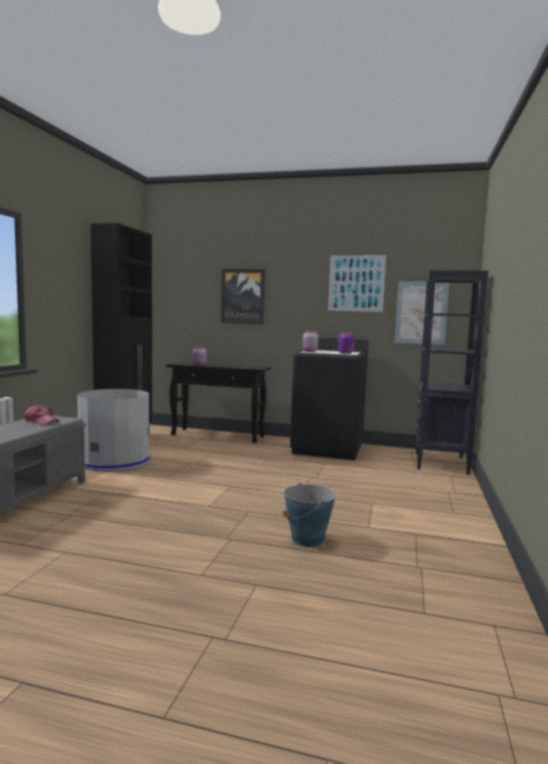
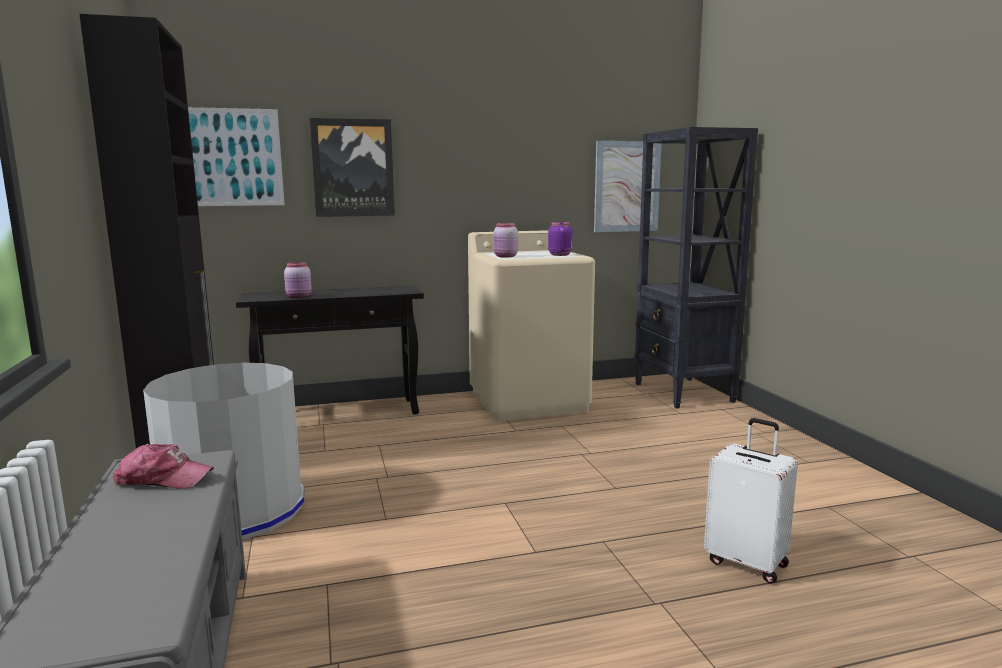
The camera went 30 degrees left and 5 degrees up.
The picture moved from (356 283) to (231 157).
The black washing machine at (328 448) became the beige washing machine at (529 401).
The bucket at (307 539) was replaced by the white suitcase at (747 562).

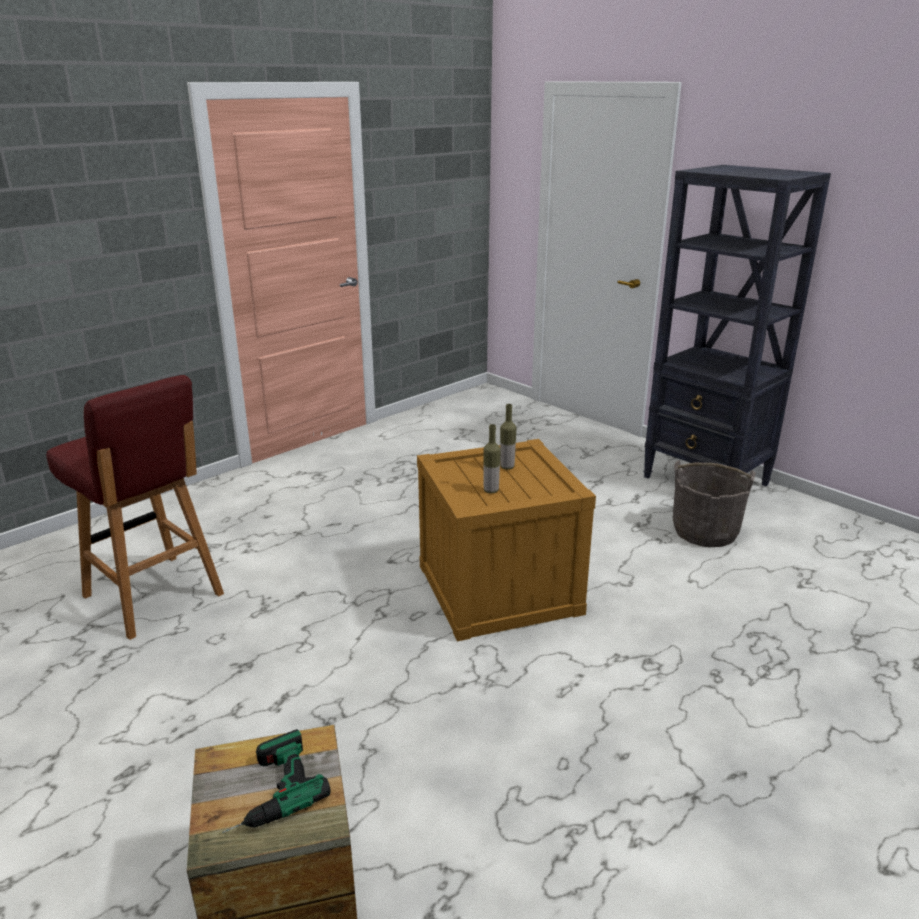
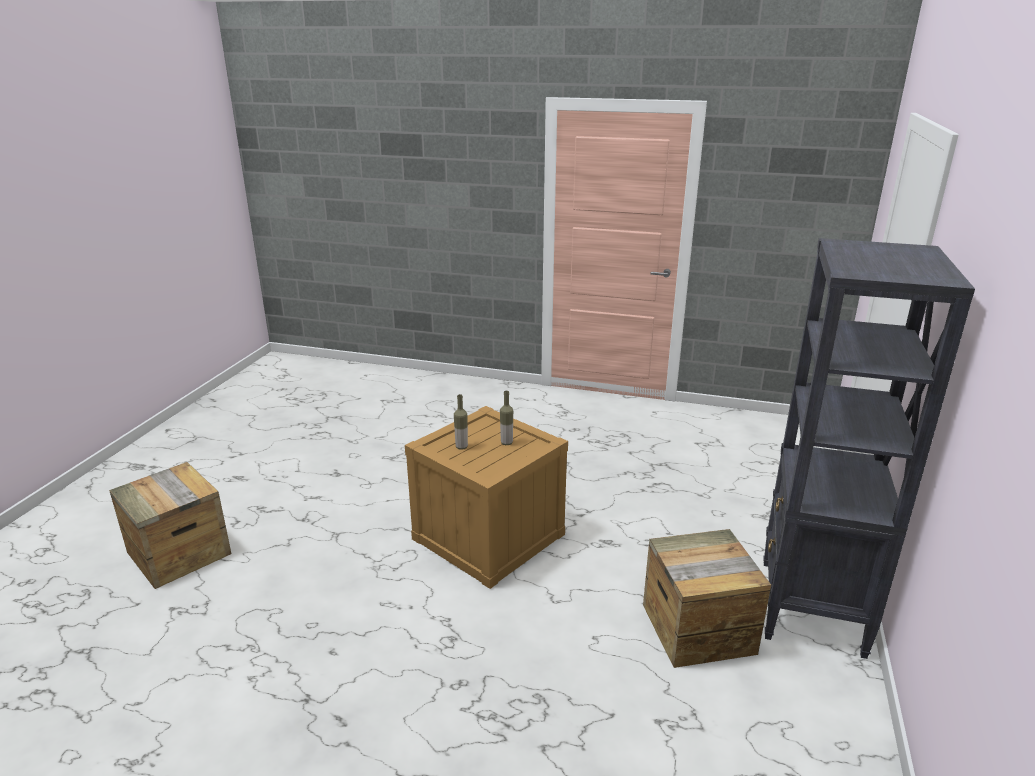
The camera went 60 degrees right and 0 degrees up.
The grey bucket at (705 531) was replaced by the crate at (698 629).
The red stool at (154 597) disappeared.
The power drill at (267 791) disappeared.

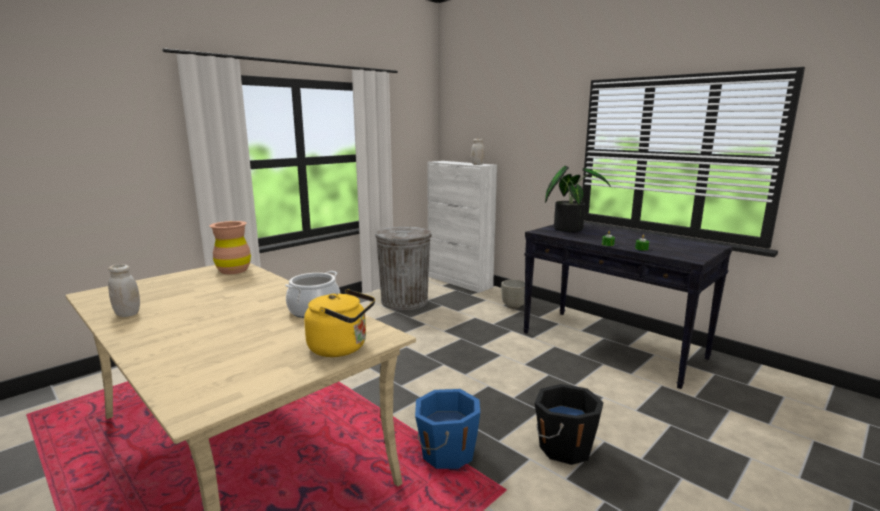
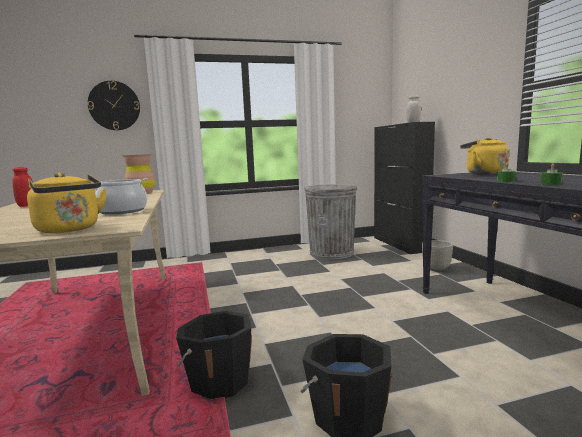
The camera went 30 degrees right and 5 degrees down.
The white jar at (127 314) became the red jar at (26 205).
The wall clock at (114 105) appeared.
The blue bucket at (446 453) became the black bucket at (218 381).
The white cabinet at (459 282) became the black cabinet at (400 244).
The potted plant at (569 228) was replaced by the yellow kettle at (483 174).

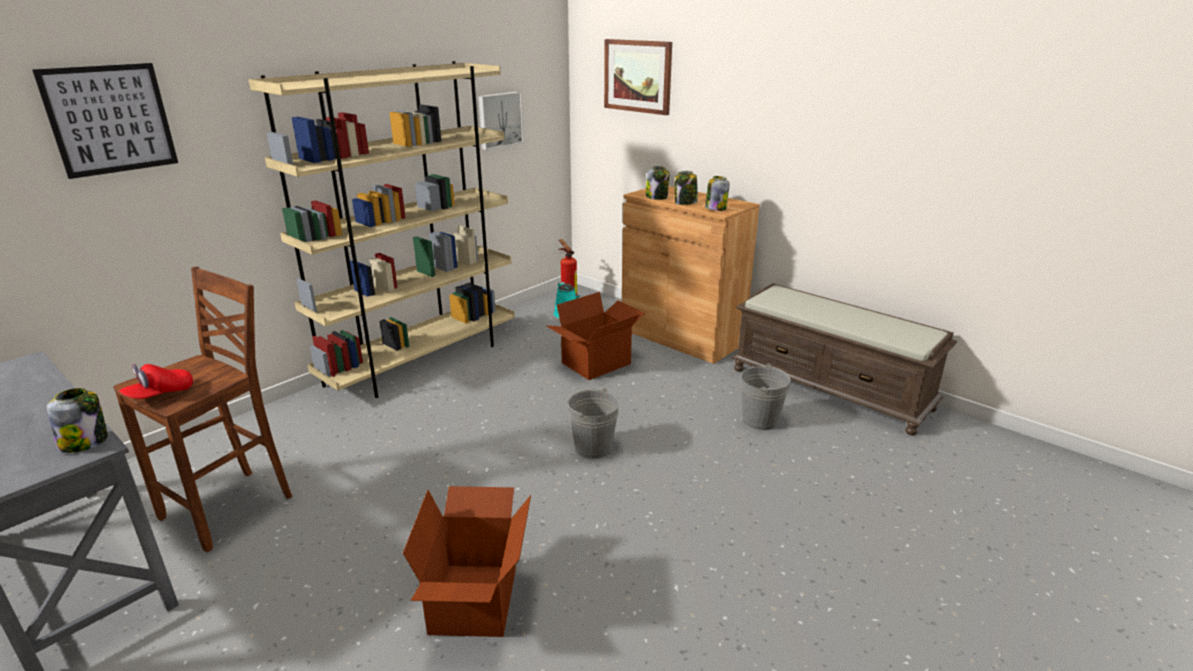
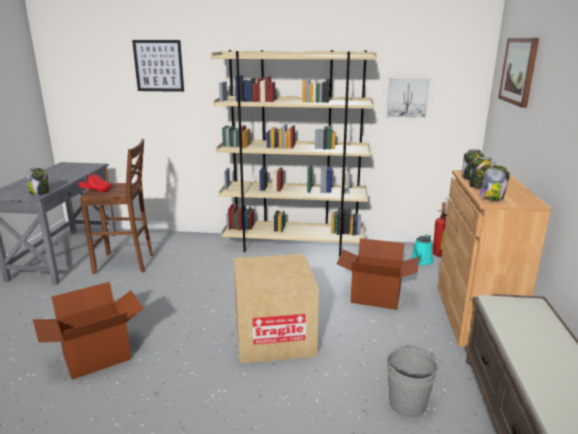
The camera went 55 degrees right and 5 degrees down.
The grey bucket at (593 447) was replaced by the cardboard box at (274 337).

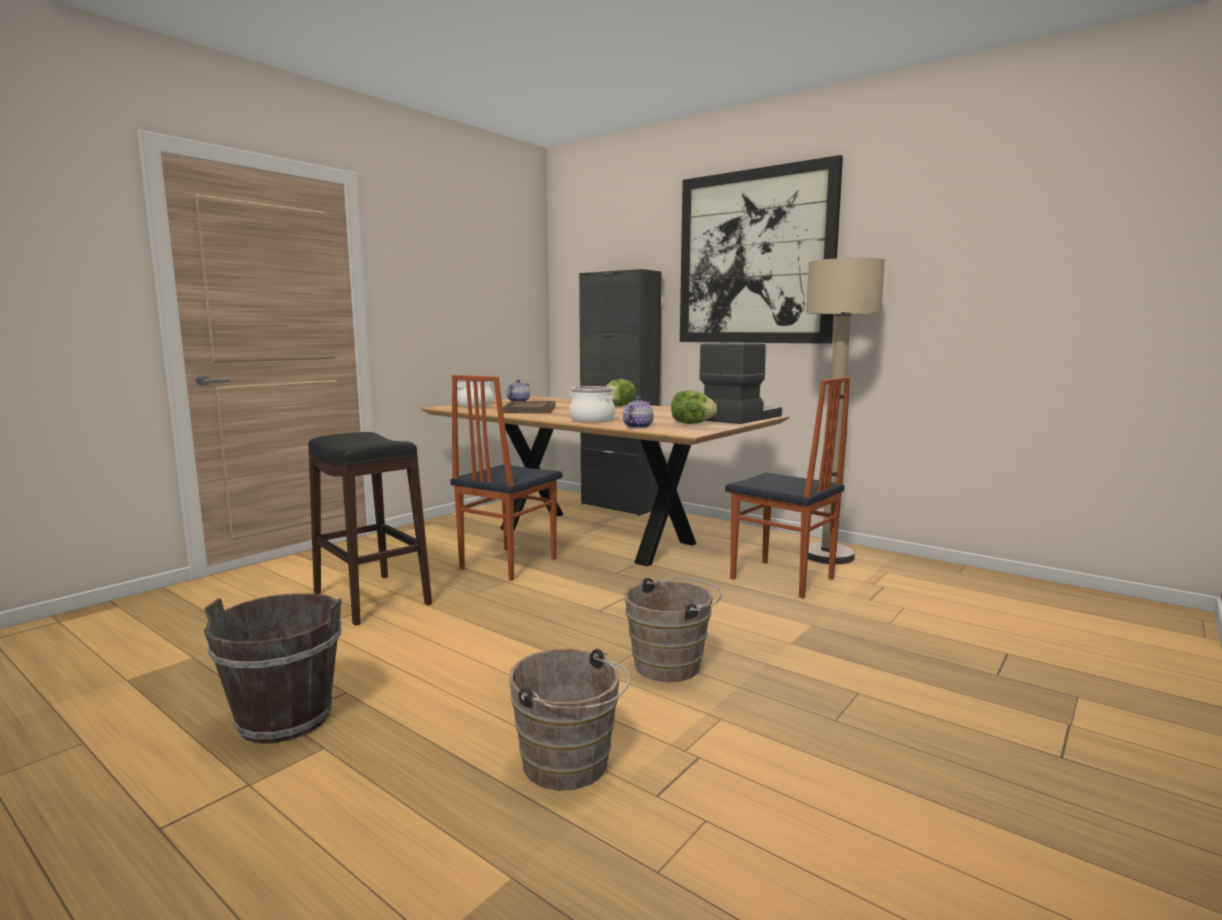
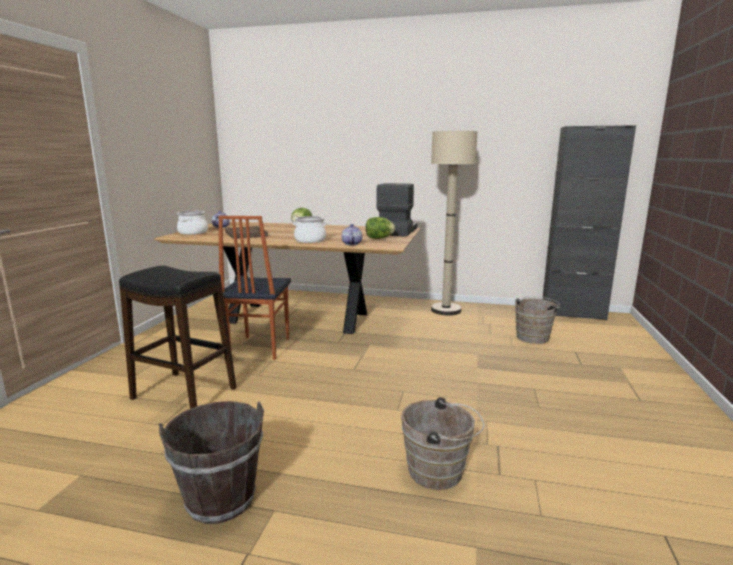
The camera went 25 degrees left and 5 degrees up.
The brown bucket moved from (672 665) to (533 337).
The black cabinet moved from (619 506) to (573 313).
The picture at (755 257) disappeared.
The chair at (782 579) disappeared.

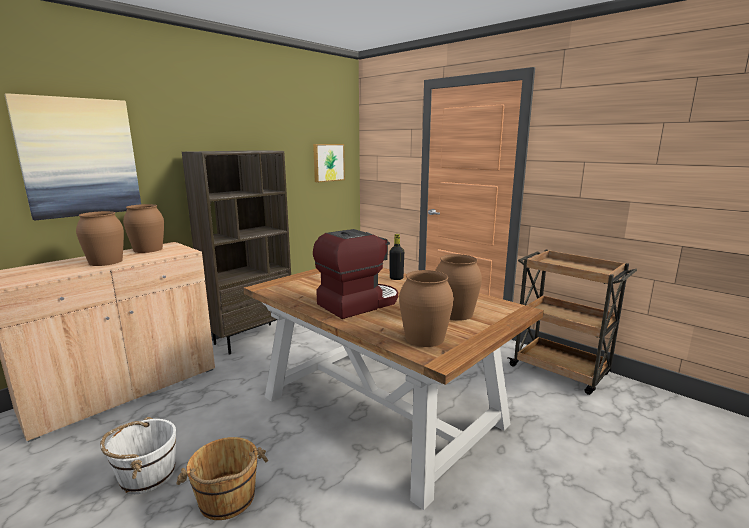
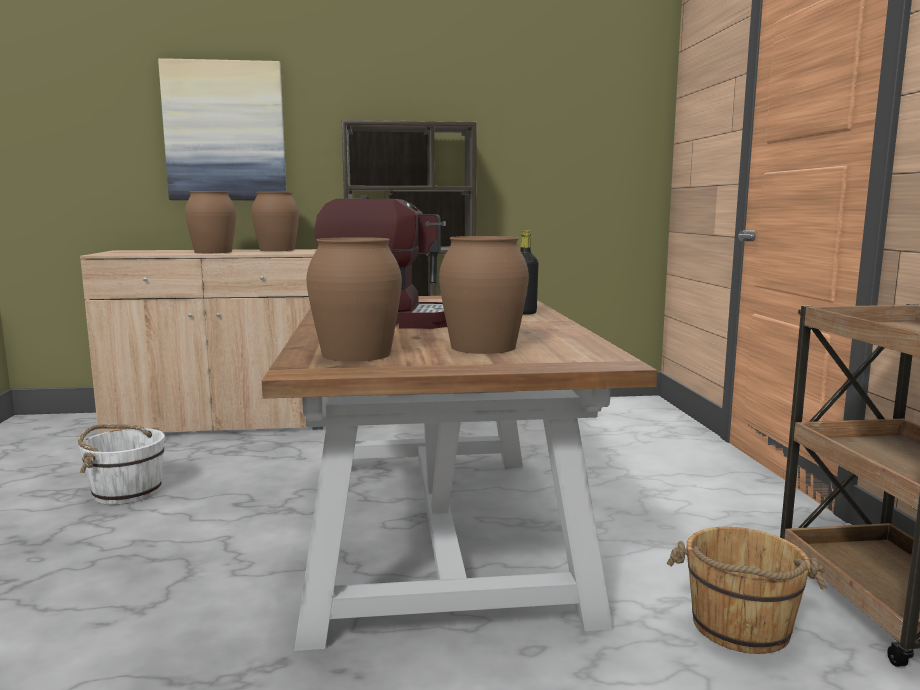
The camera went 40 degrees right and 5 degrees down.
The brown bucket moved from (227 499) to (740 627).
The picture at (328 162) disappeared.

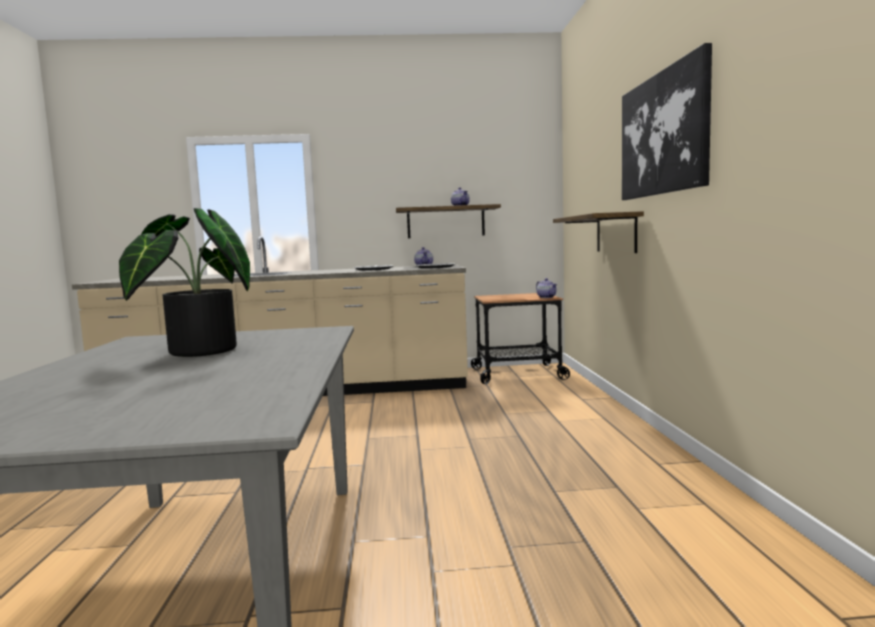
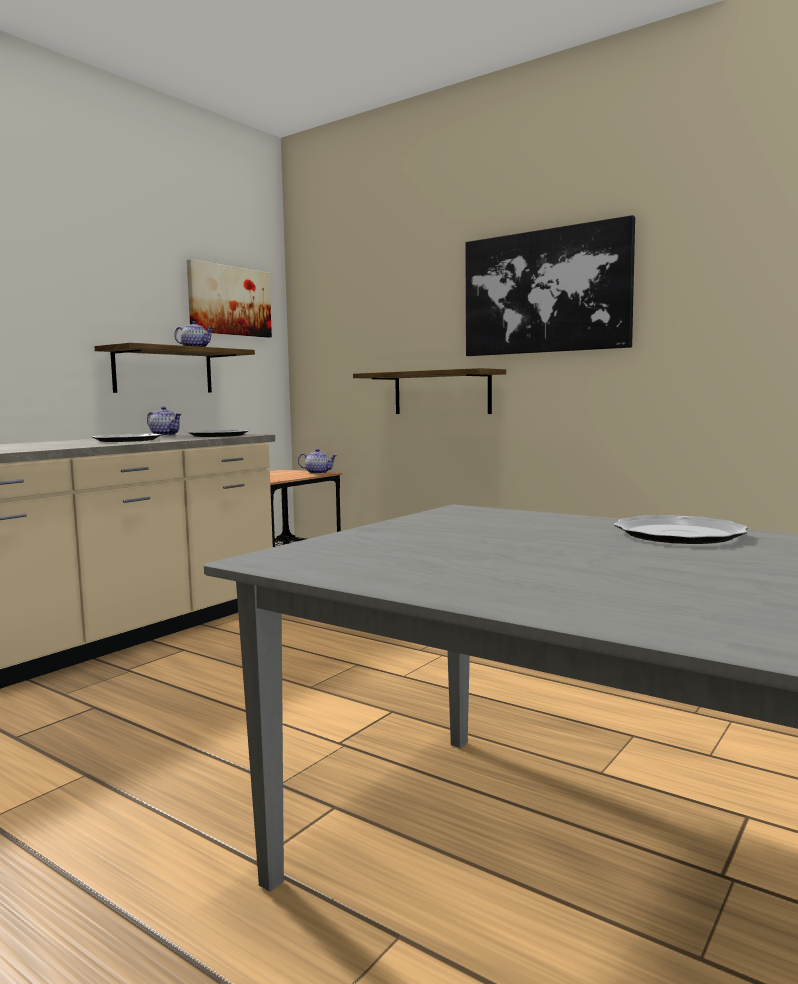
The camera went 50 degrees left and 0 degrees up.
The picture at (229 301) appeared.
The plate at (680 534) appeared.
The potted plant at (194 352) disappeared.

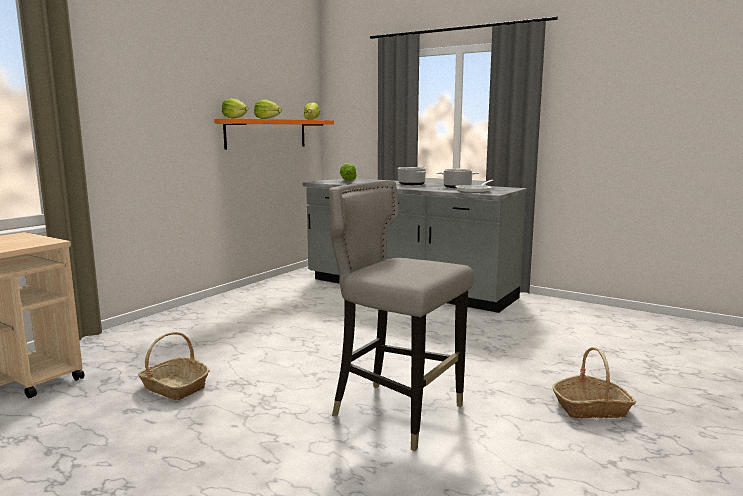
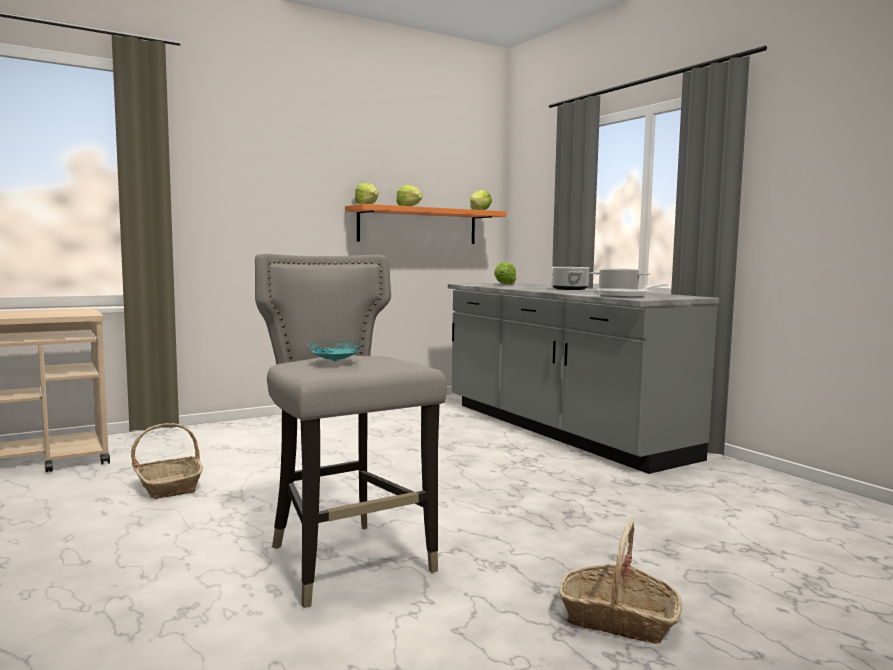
The camera went 25 degrees right and 5 degrees down.
The turquoise plate at (335 362) appeared.

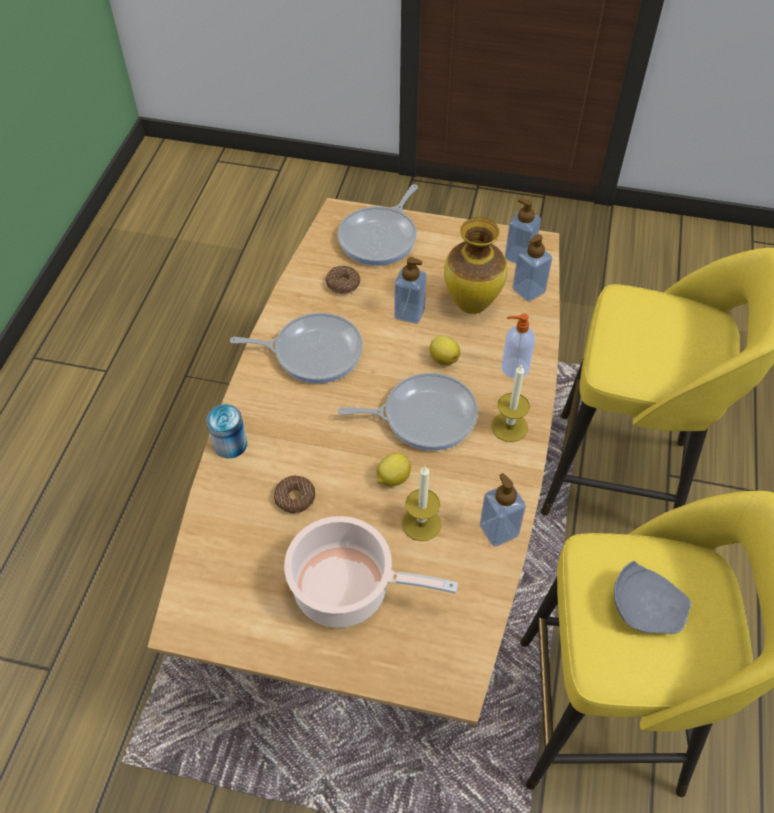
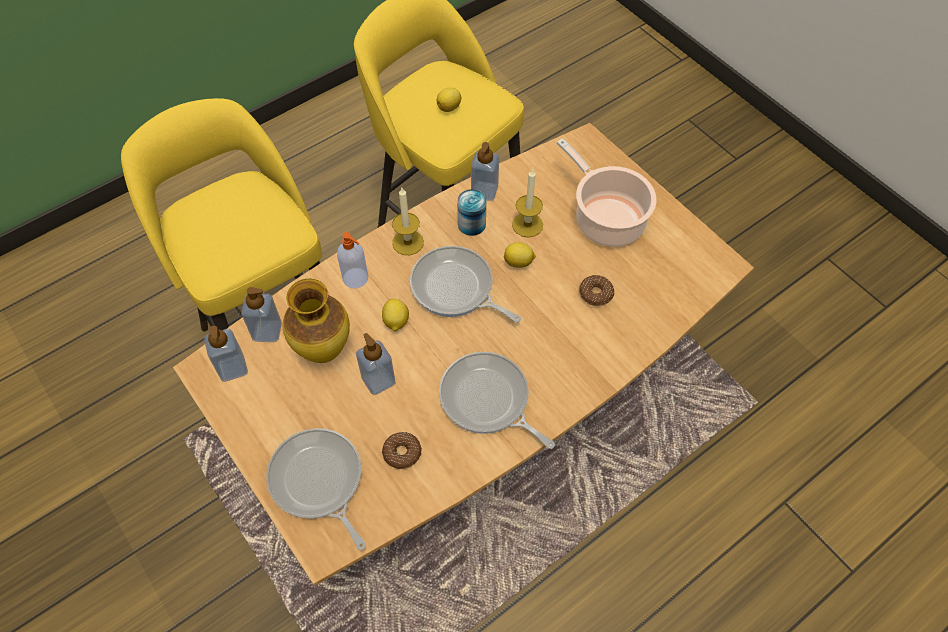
The camera went 140 degrees left and 5 degrees up.
The frying pan at (380 237) turned 105 degrees counterclockwise.
The grey plate at (646 606) was replaced by the lemon at (449 107).
The can moved from (230 444) to (471 224).

